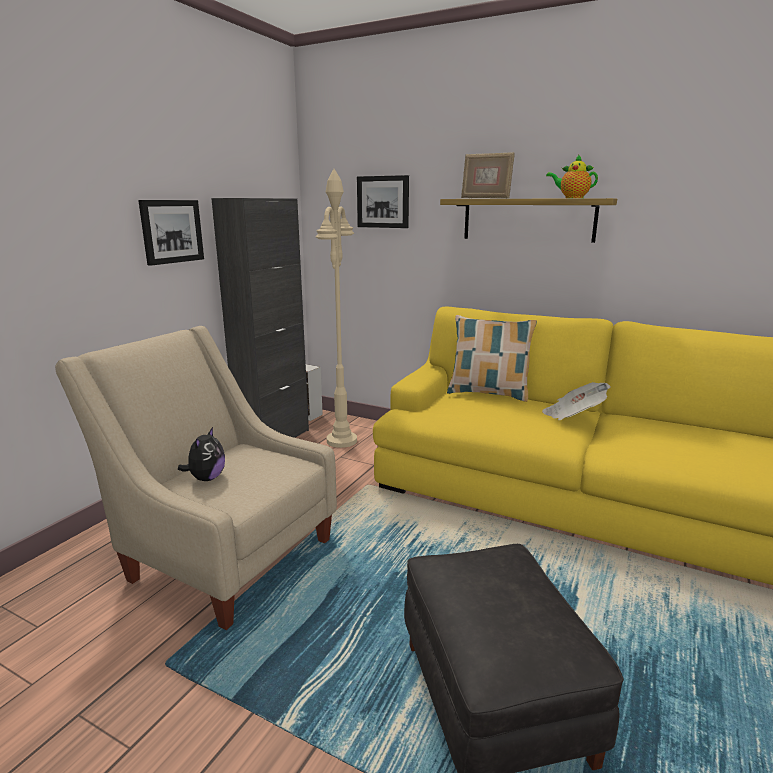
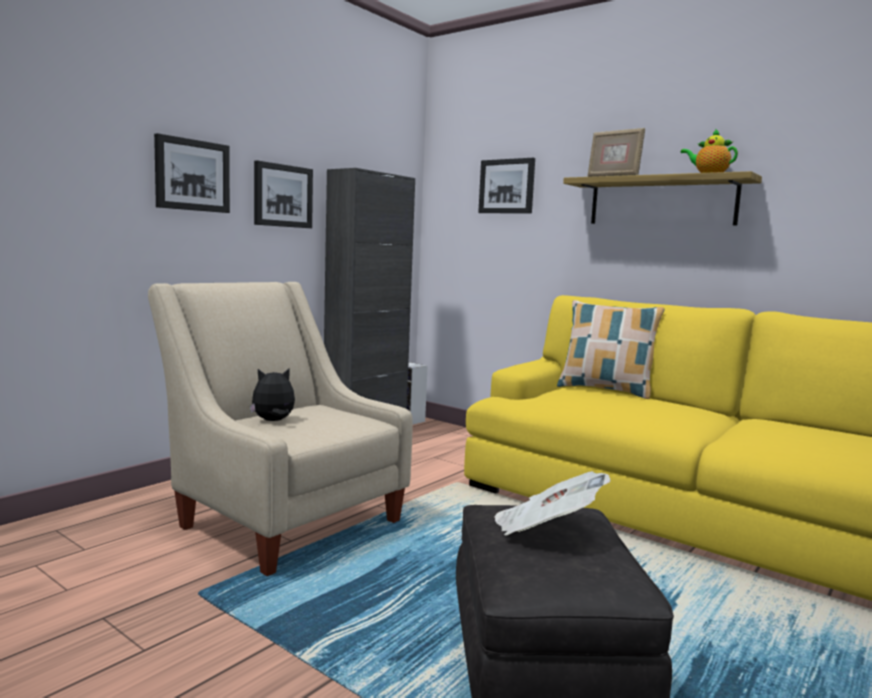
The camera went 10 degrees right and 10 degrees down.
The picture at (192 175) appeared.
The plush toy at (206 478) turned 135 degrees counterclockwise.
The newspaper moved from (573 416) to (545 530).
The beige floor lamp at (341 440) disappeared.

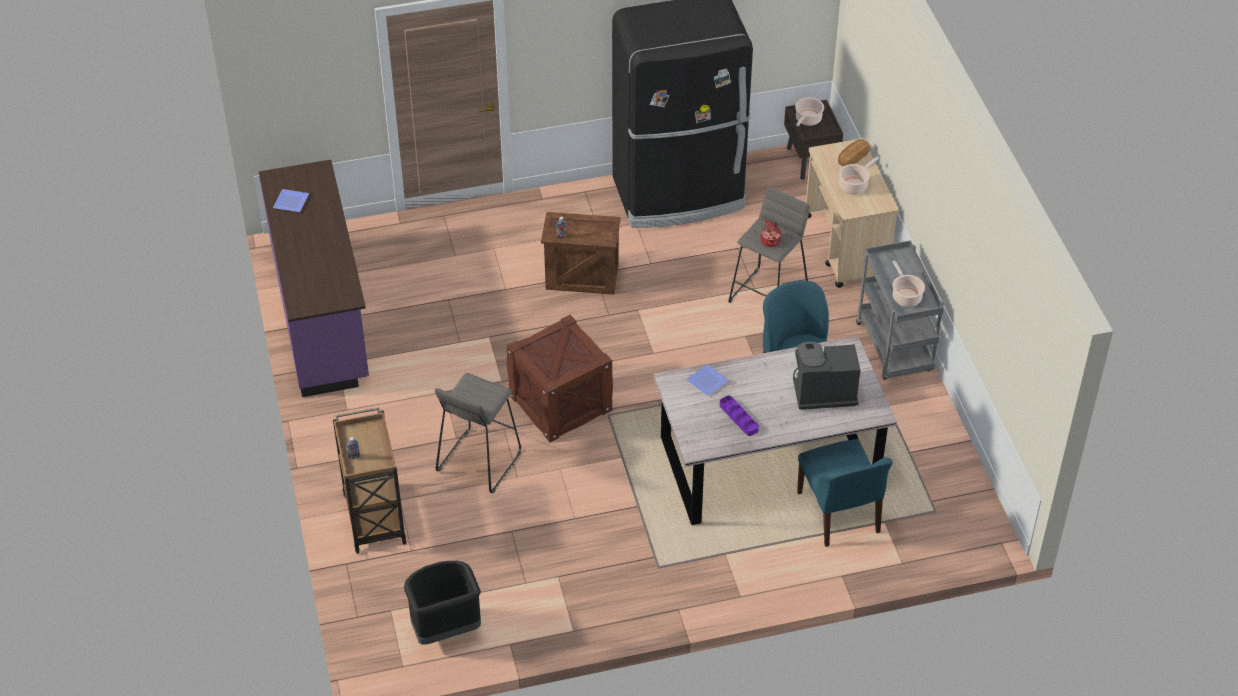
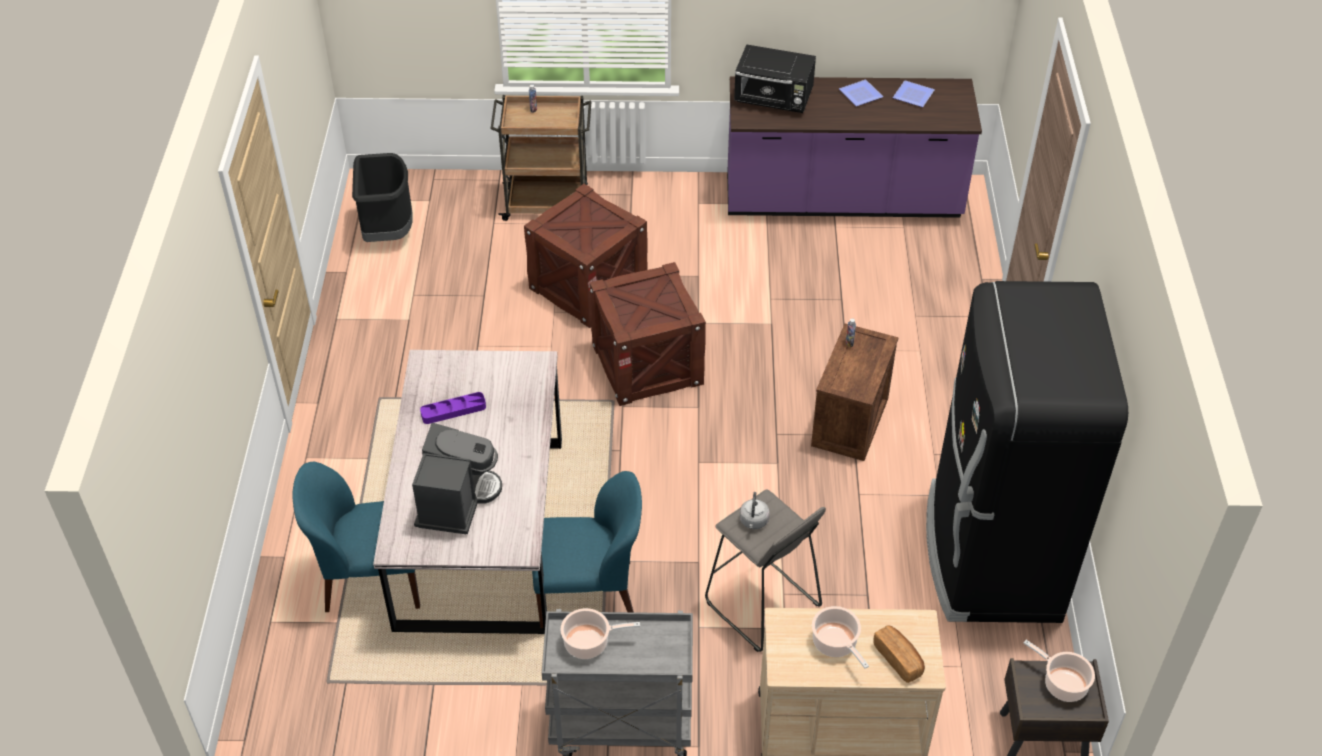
The camera went 105 degrees right and 0 degrees up.
The grey stool at (478 461) was replaced by the crate at (588 286).
The black microwave at (774 99) appeared.
The cooking pot at (771 241) was replaced by the grey kettle at (753 522).
The plate moved from (707 382) to (859 94).

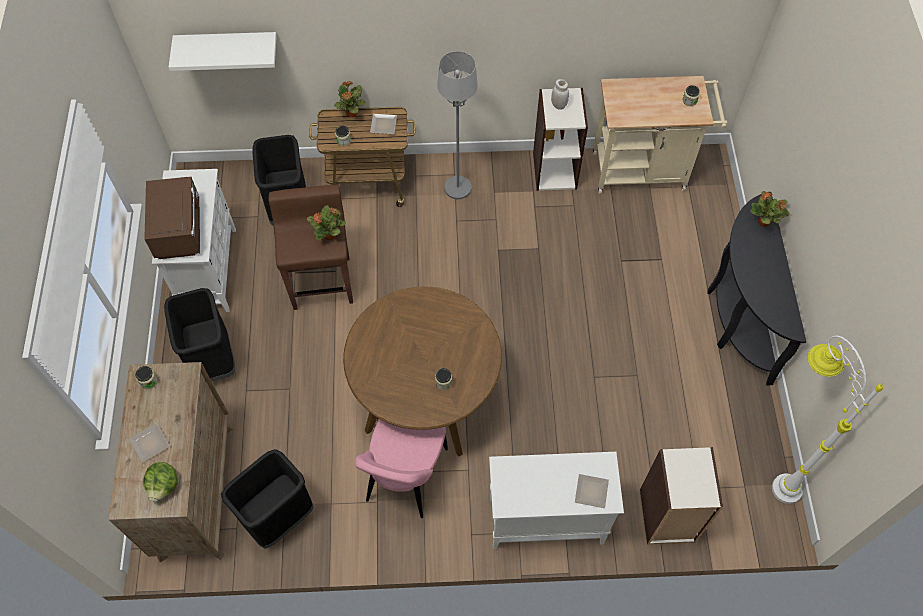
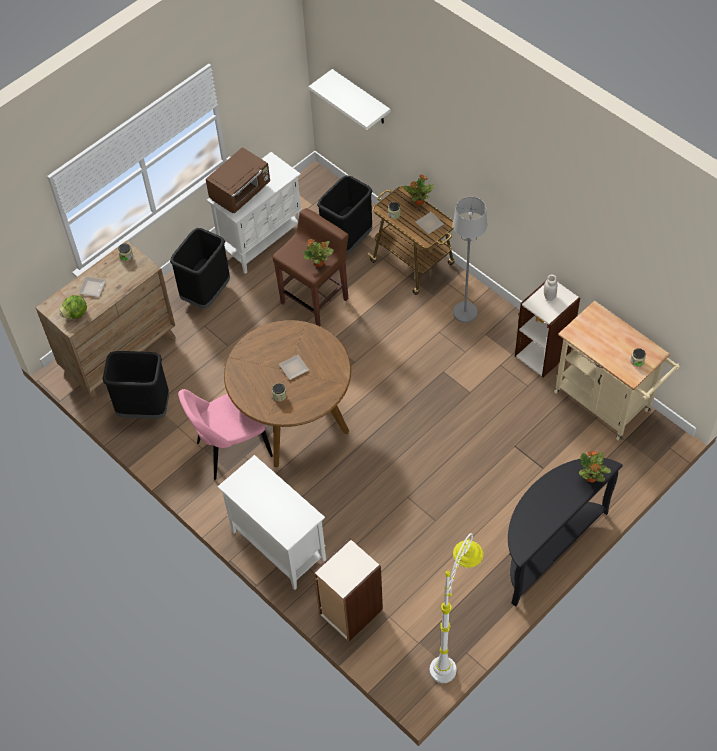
The camera went 50 degrees right and 5 degrees down.
The plate moved from (592 493) to (293 369).

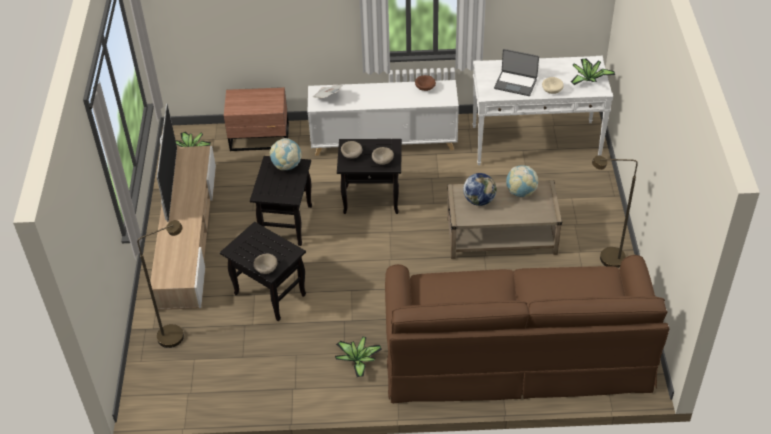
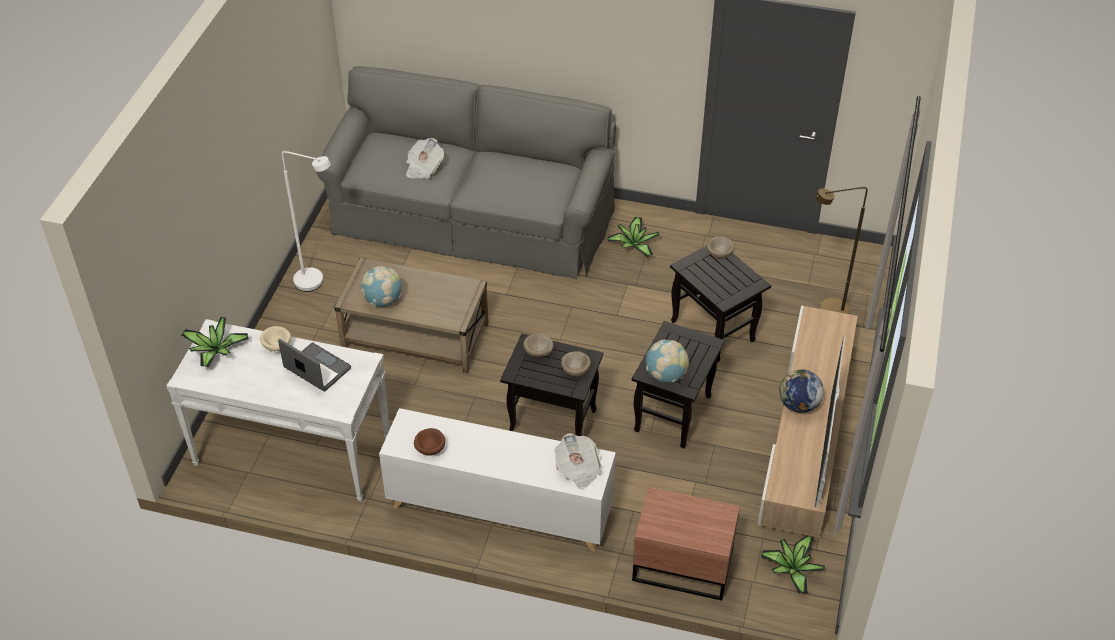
The camera went 165 degrees left and 0 degrees up.
The brown floor lamp at (605 259) became the white floor lamp at (317 282).
The brown sofa at (516 352) became the grey sofa at (470 217).
The newspaper at (423 168) appeared.
The globe moved from (479 200) to (798 405).

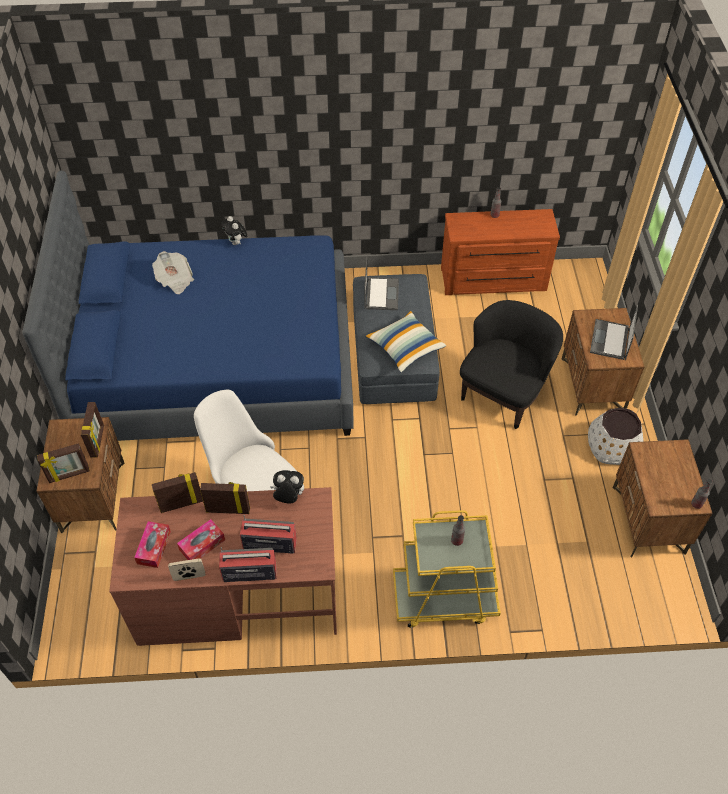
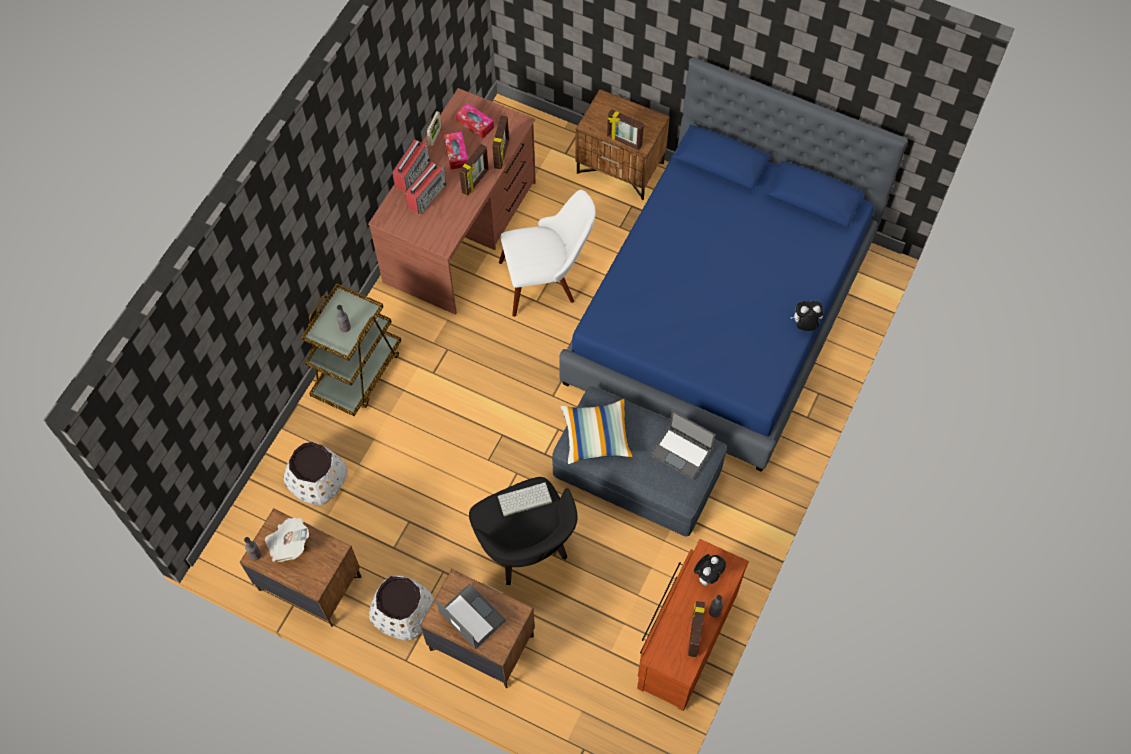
The camera went 120 degrees right and 10 degrees up.
The newspaper moved from (175 280) to (288 544).
The white planter at (317 478) appeared.
The yellow cart at (444 598) became the brown cart at (357 372).
The keyboard at (524 500) appeared.
The picture frame moved from (69 475) to (694 635).
The plush toy moved from (288 497) to (708 575).

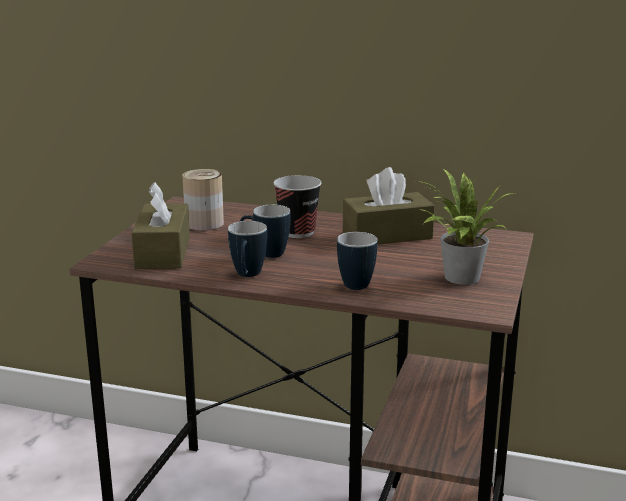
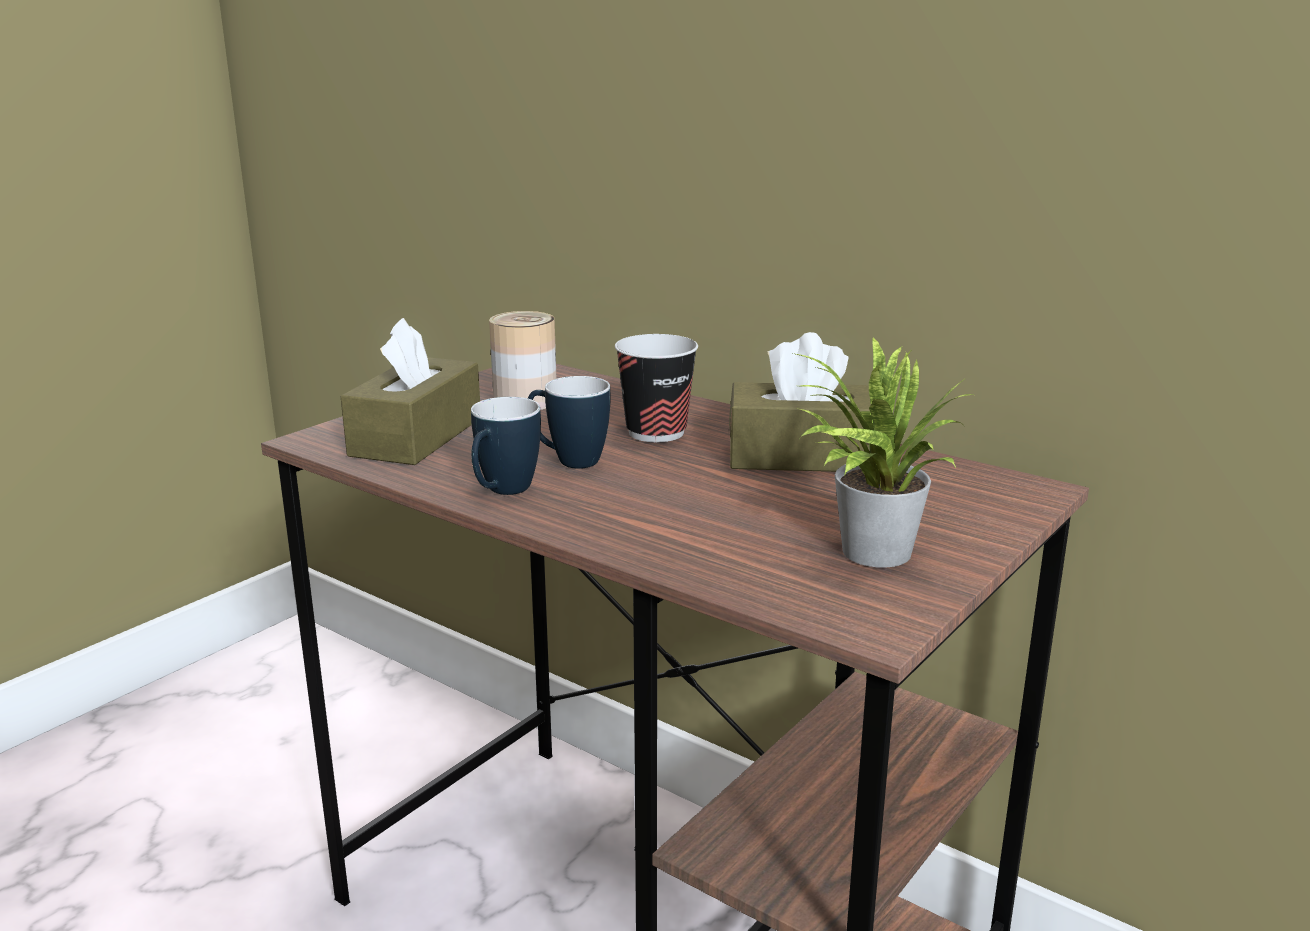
The camera went 20 degrees right and 0 degrees up.
The mug at (359 283) disappeared.

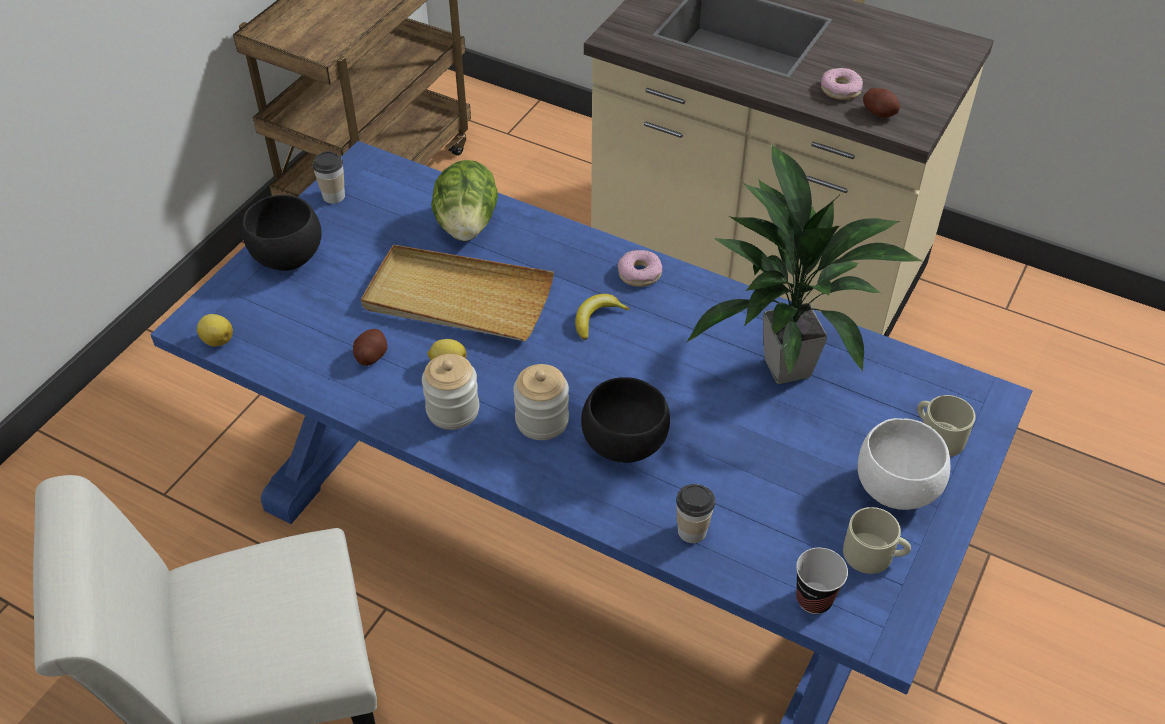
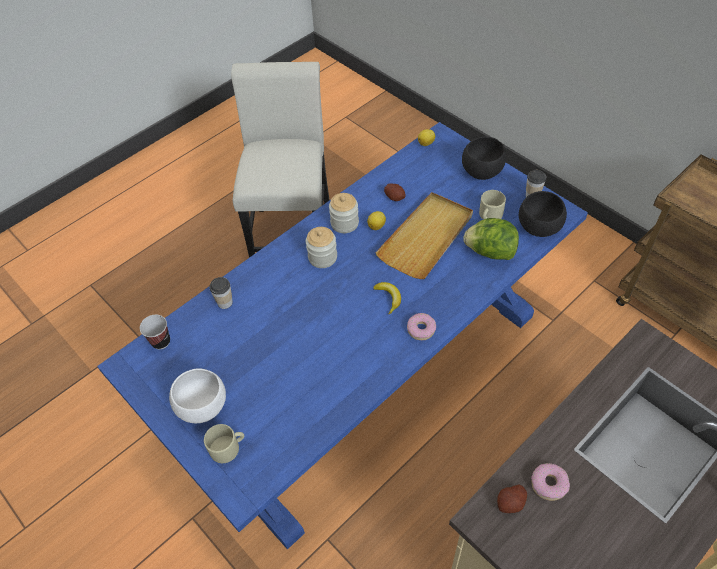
The camera went 110 degrees right and 5 degrees up.
The beige mug moved from (874 554) to (489 215).
The black bowl moved from (625 443) to (540 228).
The potted plant at (787 366) disappeared.

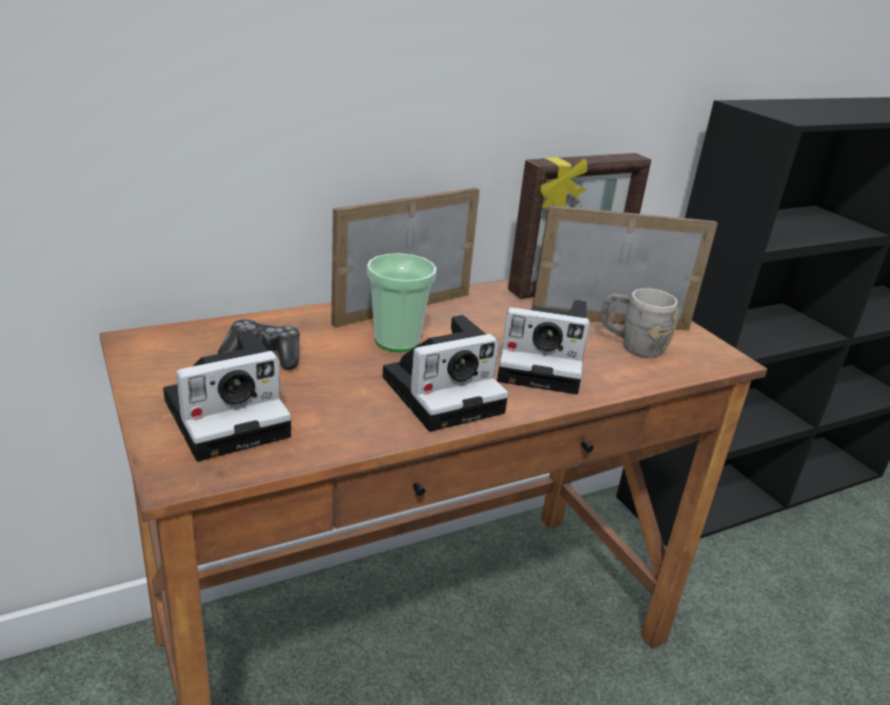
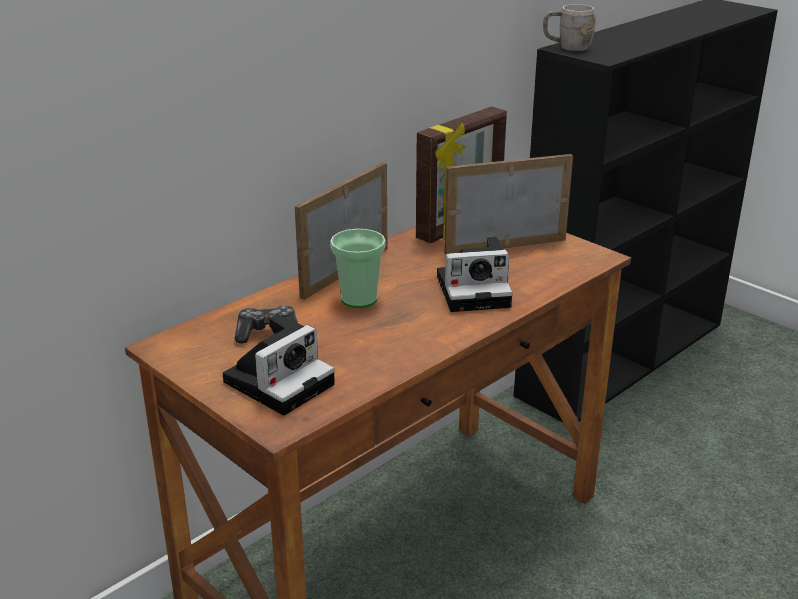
The camera went 15 degrees left and 0 degrees up.
The grey mug moved from (632 346) to (567 47).
The photo camera at (445 392) disappeared.

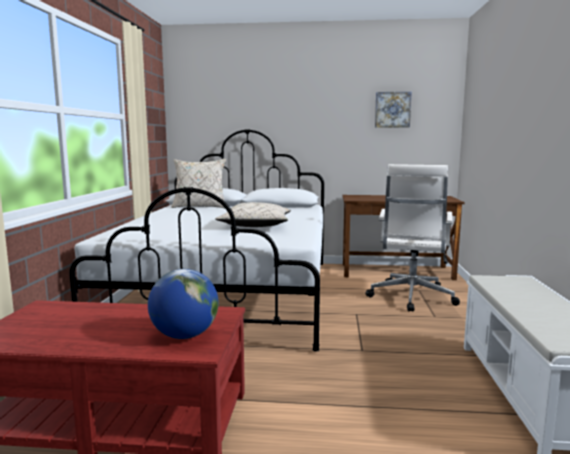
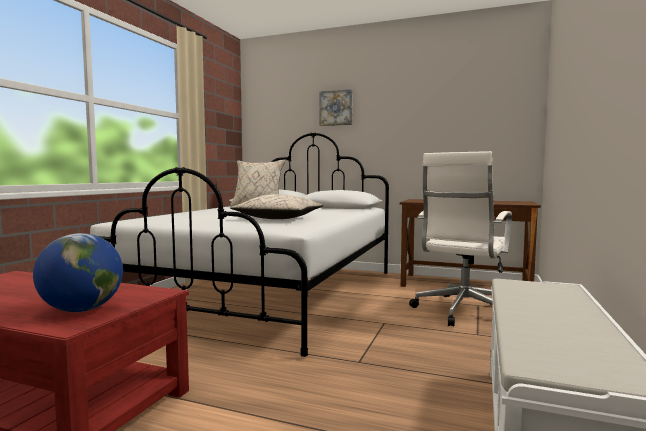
The camera went 15 degrees right and 5 degrees down.
The picture moved from (392 109) to (336 108).

